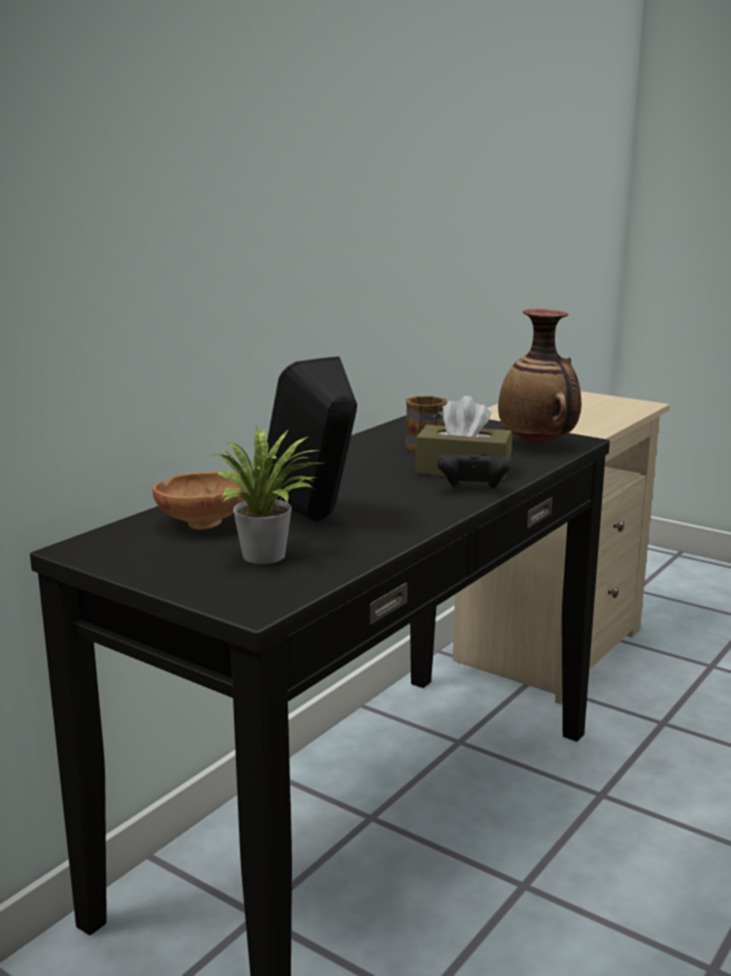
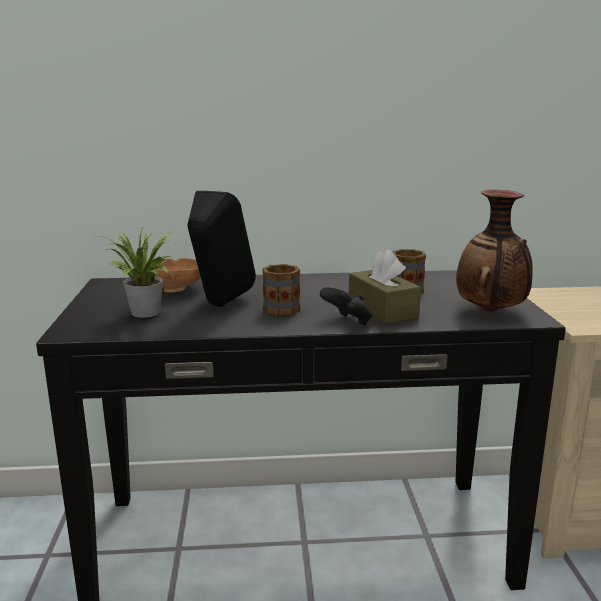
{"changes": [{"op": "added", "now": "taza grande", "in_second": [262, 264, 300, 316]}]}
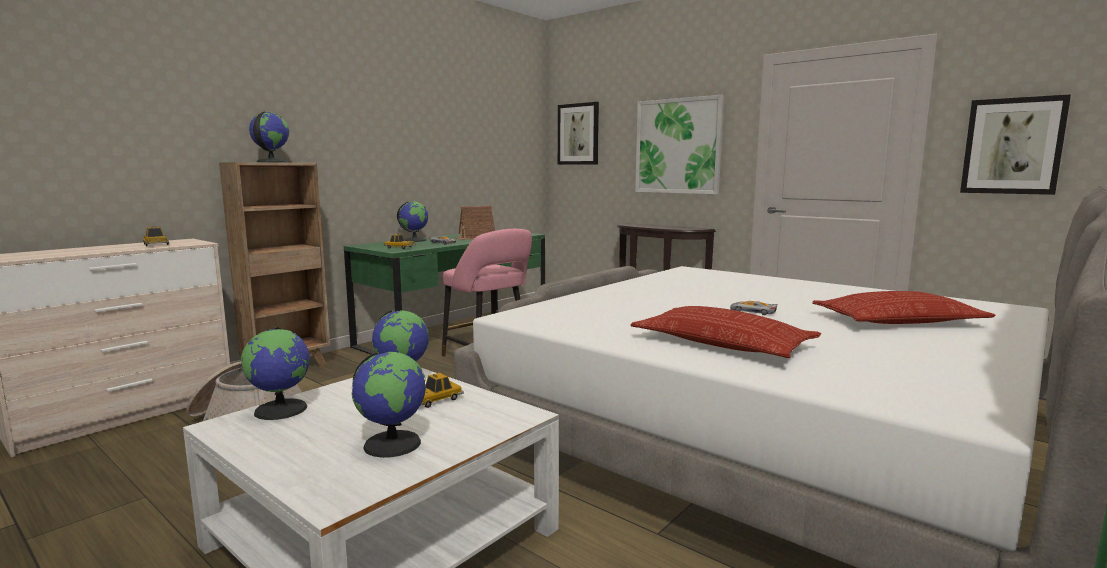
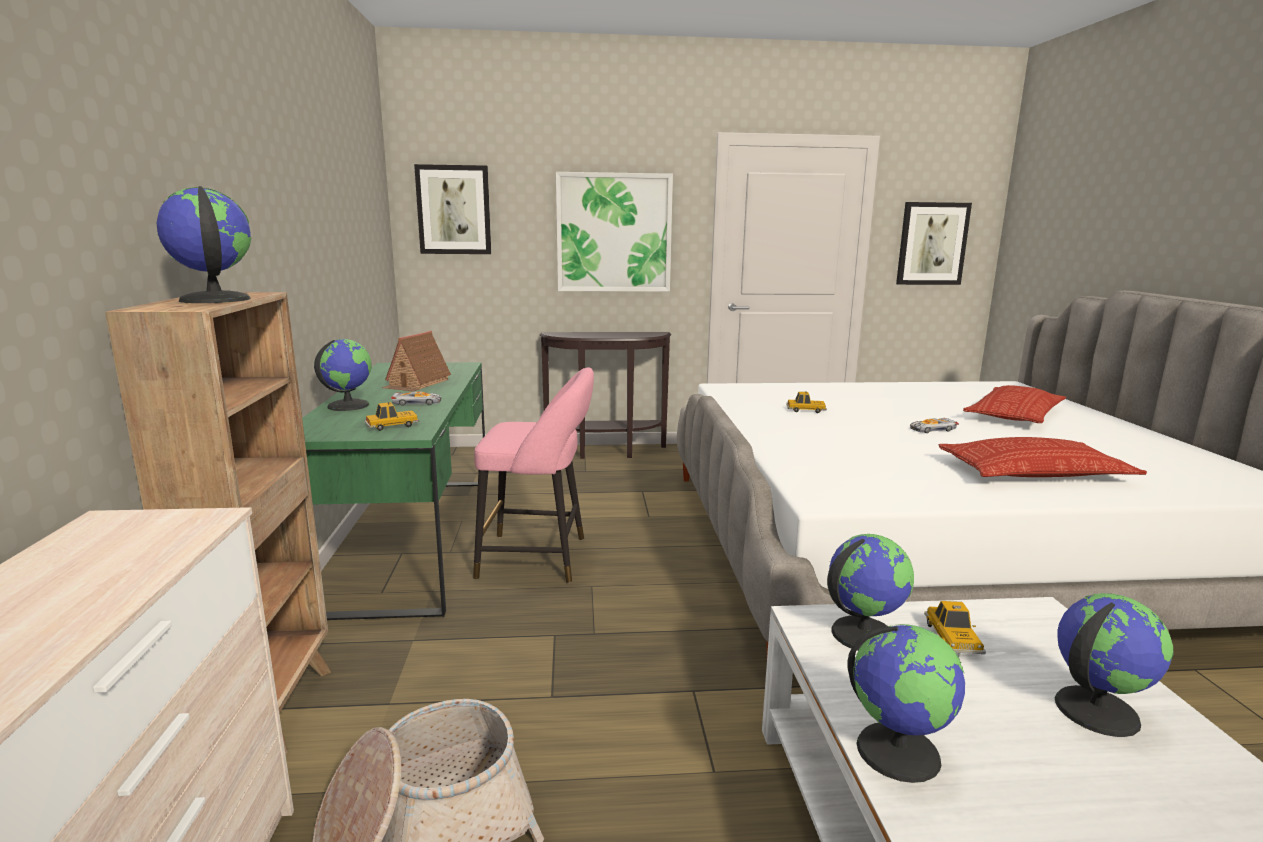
{"changes": [{"op": "moved", "was": "coche de juguete", "in_first": [143, 226, 169, 246], "in_second": [786, 391, 827, 413]}]}
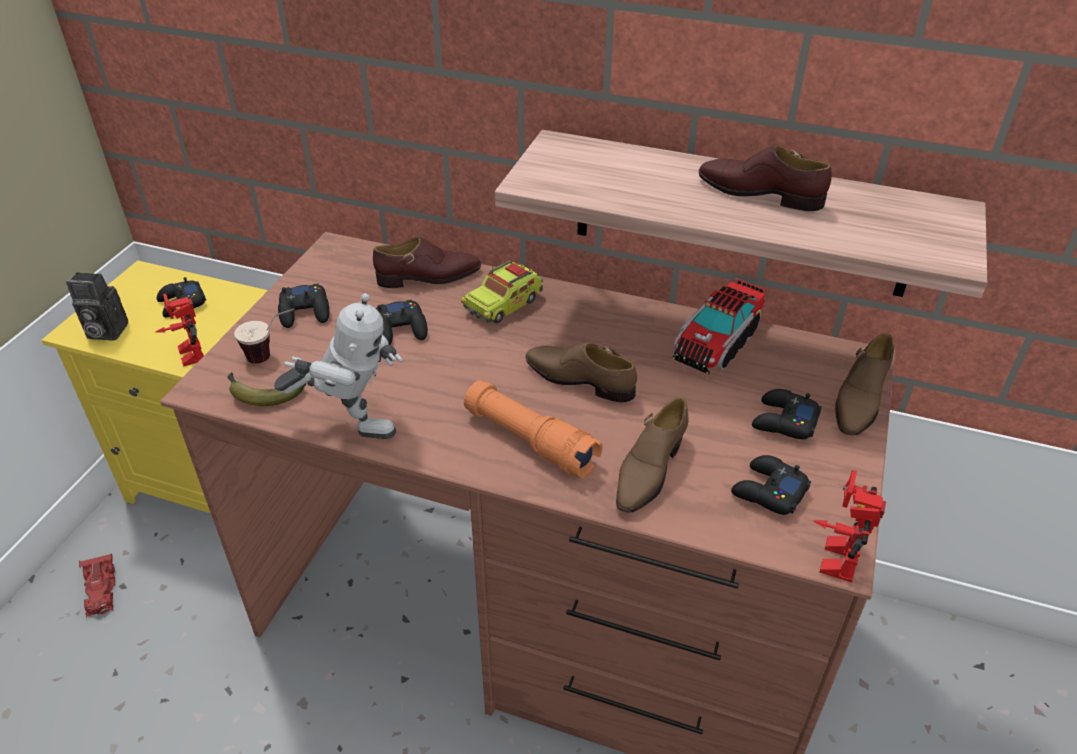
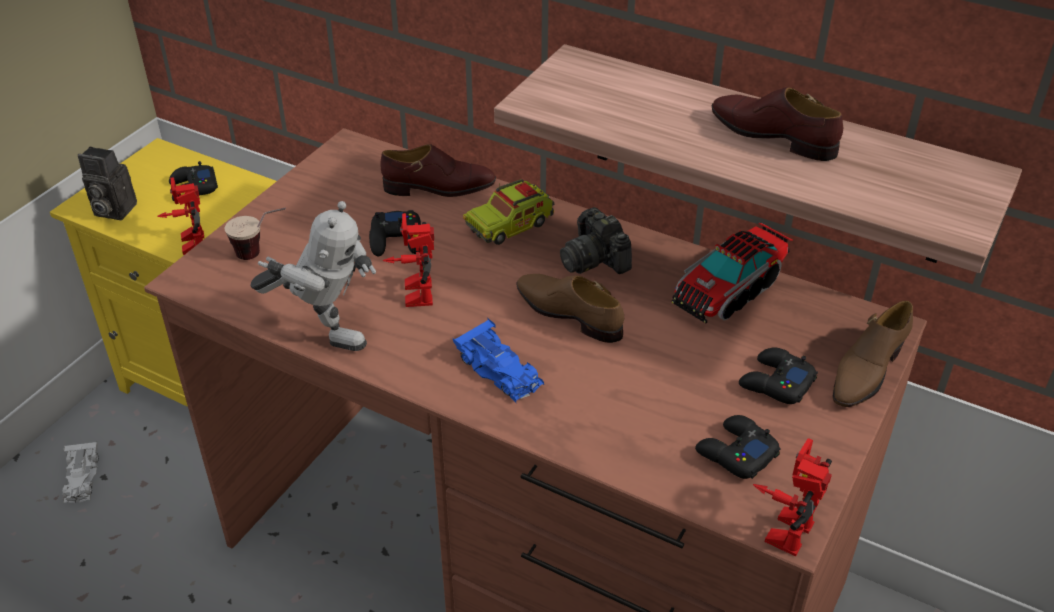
{"changes": [{"op": "removed", "was": "mando de consola [negro]", "in_first": [278, 284, 329, 328]}, {"op": "removed", "was": "plátano", "in_first": [228, 372, 306, 406]}, {"op": "replaced", "was": "linterna [naranja]", "now": "coche de juguete [azul]", "in_first": [464, 380, 603, 478], "in_second": [453, 318, 544, 402]}, {"op": "removed", "was": "zapato [marrón]", "in_first": [616, 397, 688, 513]}, {"op": "recoloured", "was": "coche de juguete [rojo]", "now": "coche de juguete [blanco]", "in_first": [79, 553, 115, 617], "in_second": [63, 442, 99, 503]}, {"op": "added", "now": "cámara", "in_second": [560, 207, 632, 274]}, {"op": "added", "now": "robot de juguete", "in_second": [383, 213, 434, 307]}]}
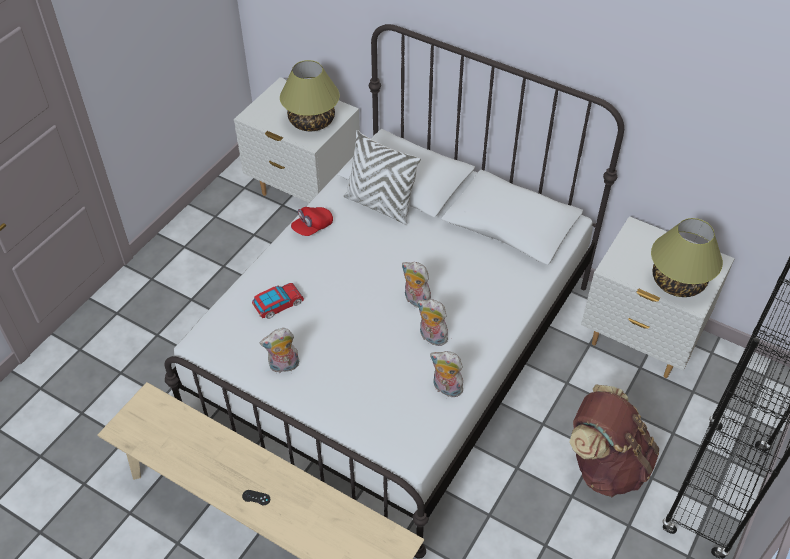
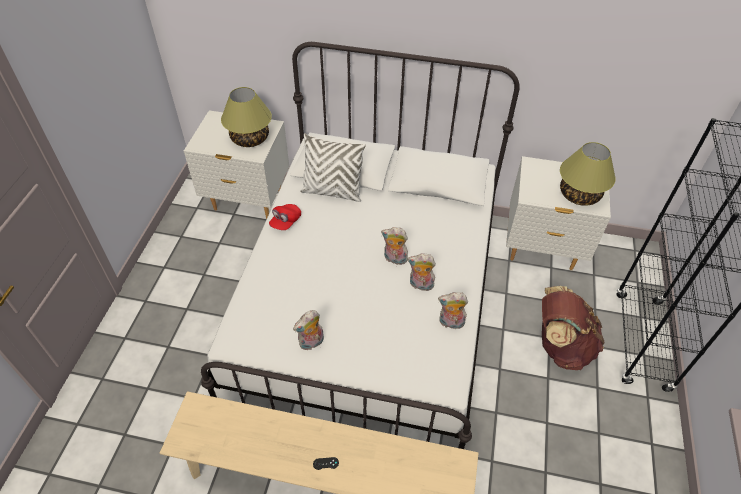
{"changes": [{"op": "removed", "was": "coche de juguete", "in_first": [252, 283, 304, 319]}]}
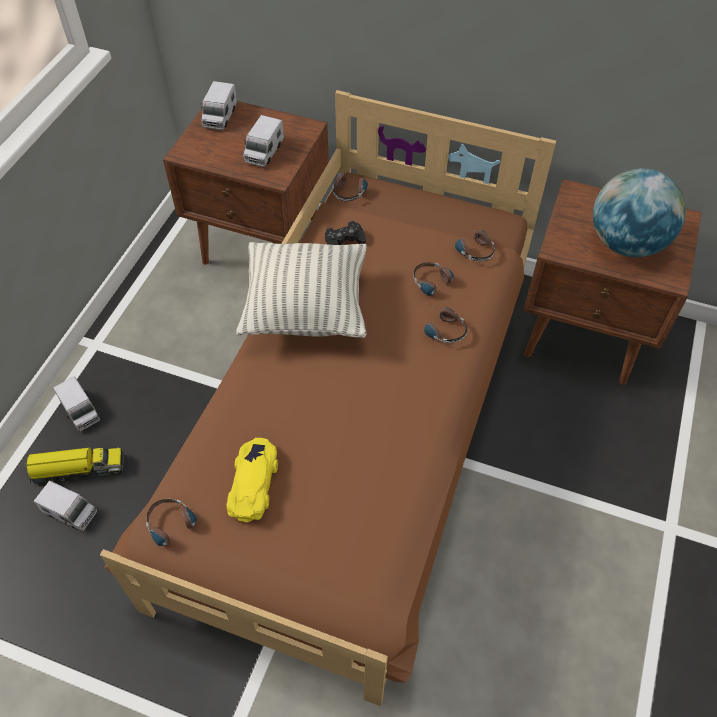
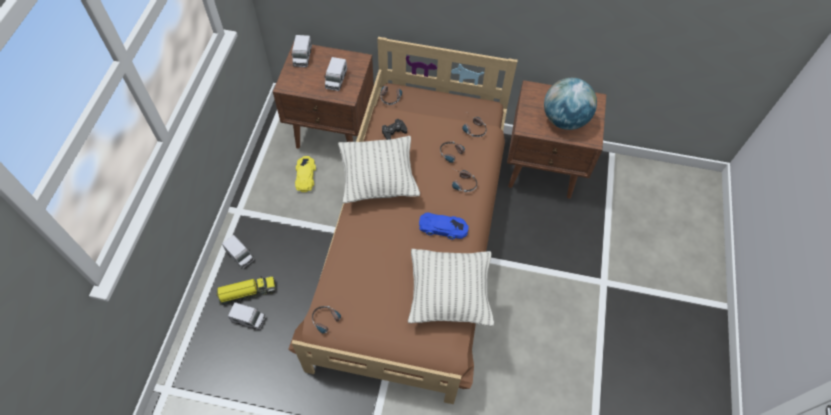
{"changes": [{"op": "moved", "was": "coche de juguete [amarillo]", "in_first": [227, 438, 278, 522], "in_second": [295, 156, 316, 192]}, {"op": "added", "now": "coche de juguete [azul]", "in_second": [419, 212, 469, 239]}, {"op": "added", "now": "cojín", "in_second": [408, 249, 494, 326]}]}
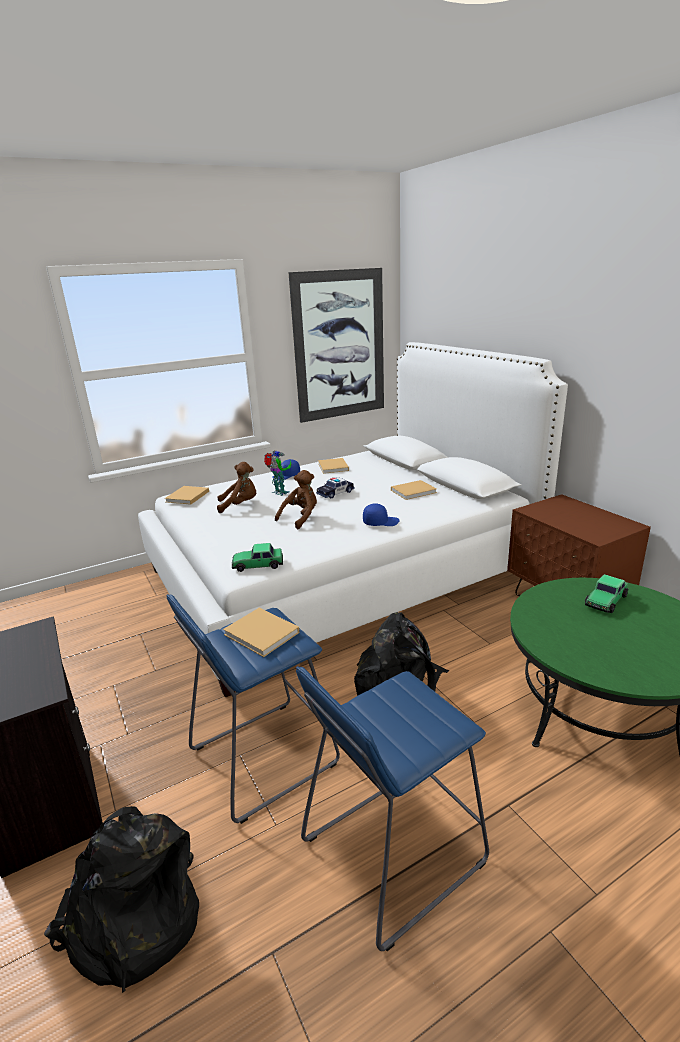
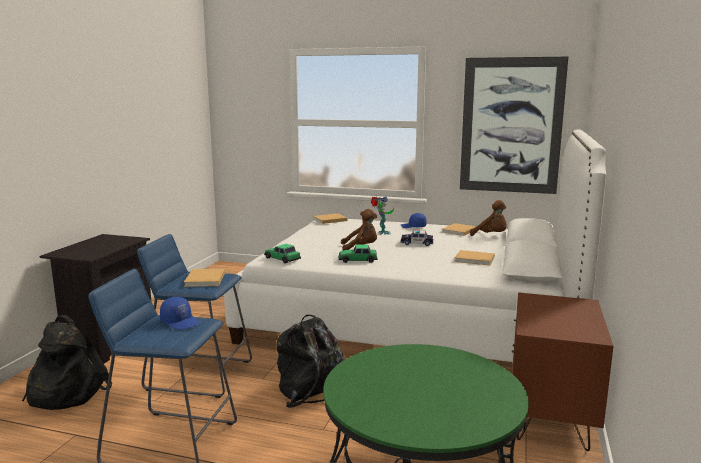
{"changes": [{"op": "moved", "was": "peluche [marrón]", "in_first": [217, 462, 256, 513], "in_second": [470, 200, 506, 236]}, {"op": "moved", "was": "gorra [azul]", "in_first": [363, 503, 400, 526], "in_second": [160, 297, 200, 330]}, {"op": "moved", "was": "coche de juguete", "in_first": [585, 574, 629, 613], "in_second": [339, 244, 377, 263]}]}
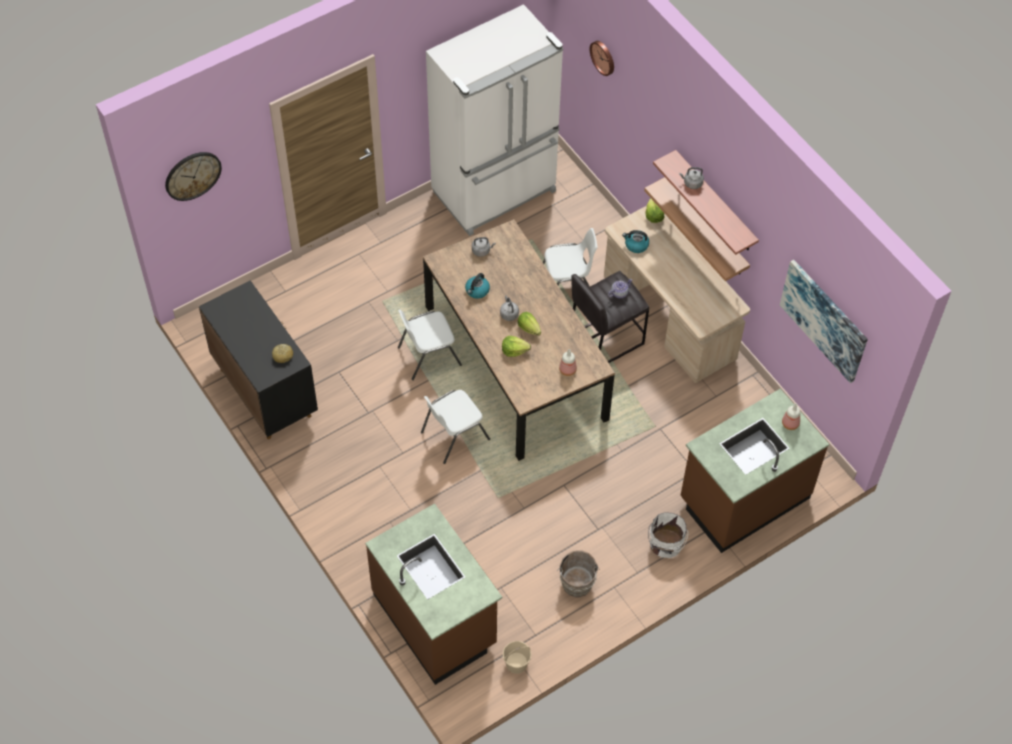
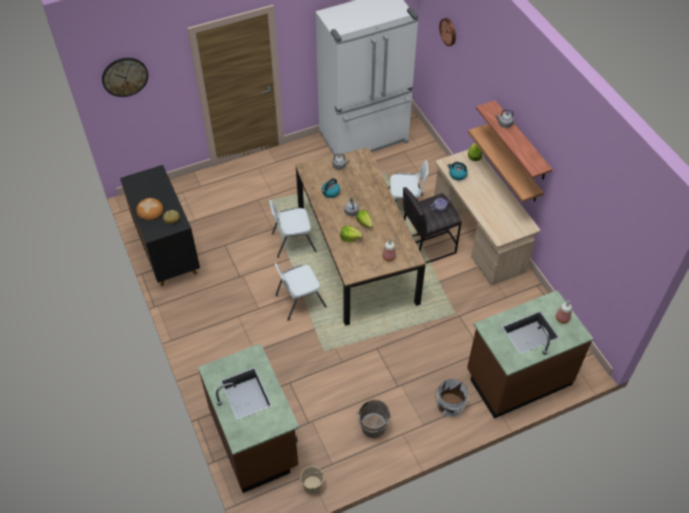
{"changes": [{"op": "removed", "was": "cuadro", "in_first": [780, 260, 868, 383]}, {"op": "added", "now": "pan", "in_second": [136, 198, 163, 220]}]}
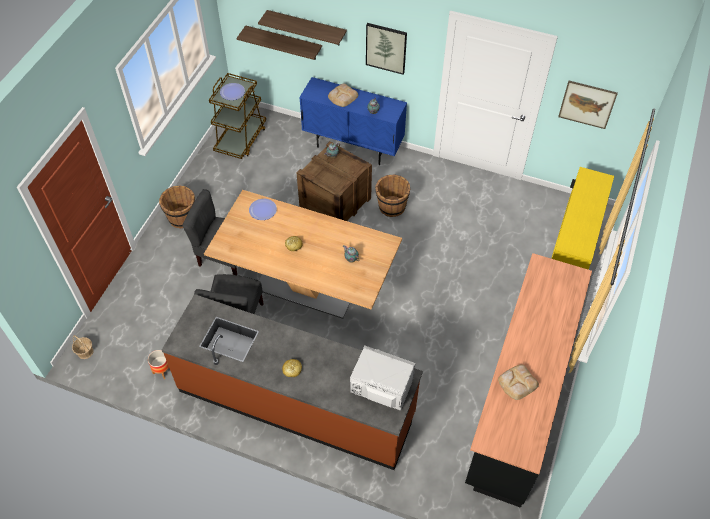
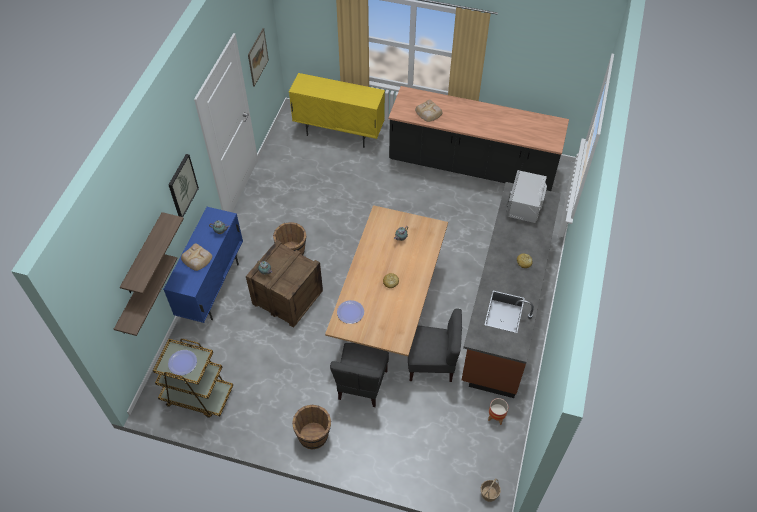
{"changes": [{"op": "moved", "was": "pan", "in_first": [498, 365, 539, 400], "in_second": [415, 100, 443, 122]}]}
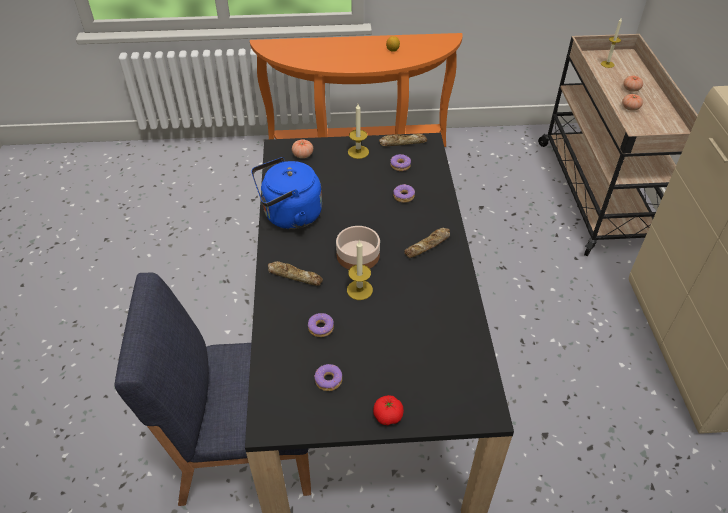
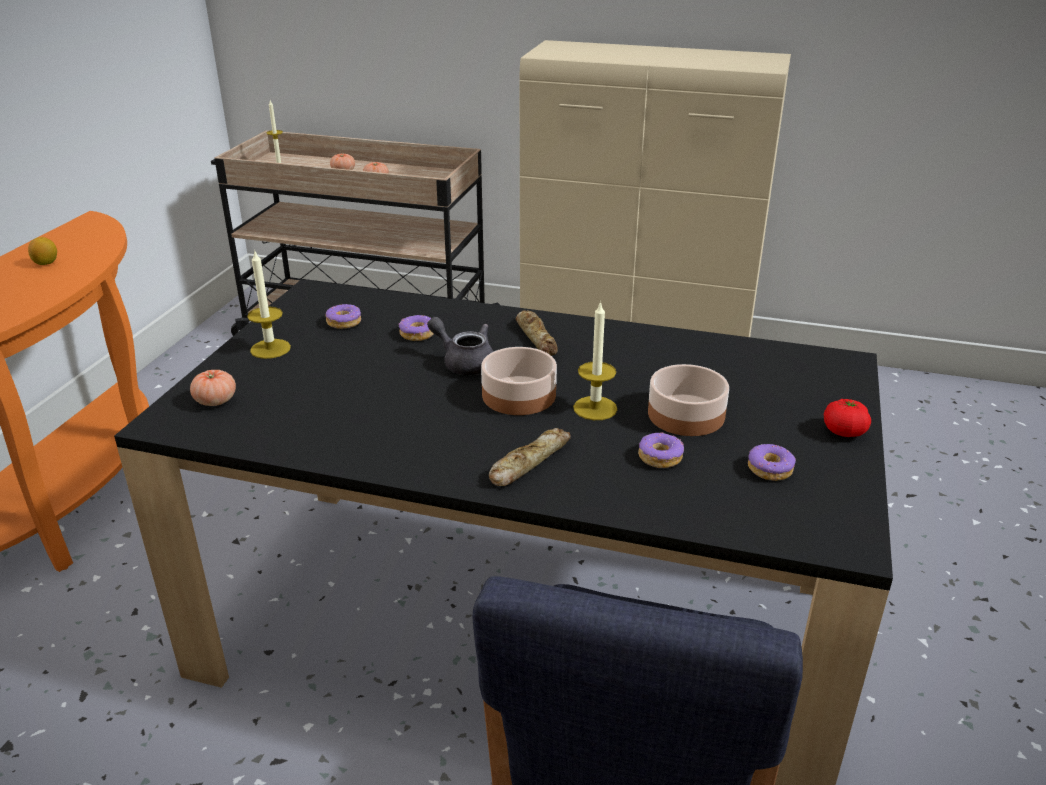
{"changes": [{"op": "removed", "was": "pan", "in_first": [379, 134, 427, 146]}, {"op": "removed", "was": "hervidor [azul]", "in_first": [251, 157, 322, 229]}, {"op": "added", "now": "tetera [gris]", "in_second": [427, 317, 494, 375]}, {"op": "added", "now": "cuenco", "in_second": [648, 364, 729, 436]}]}
